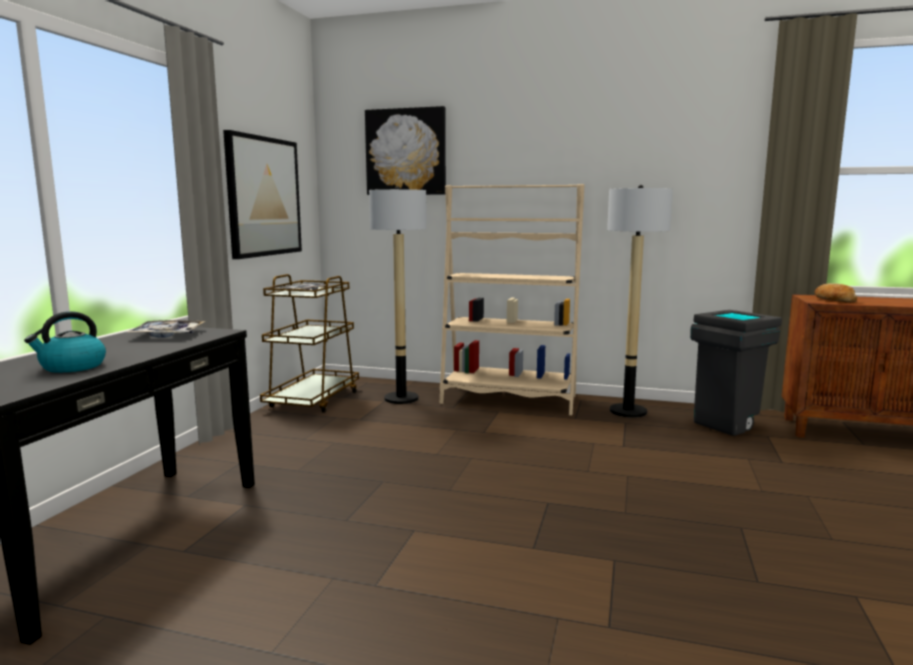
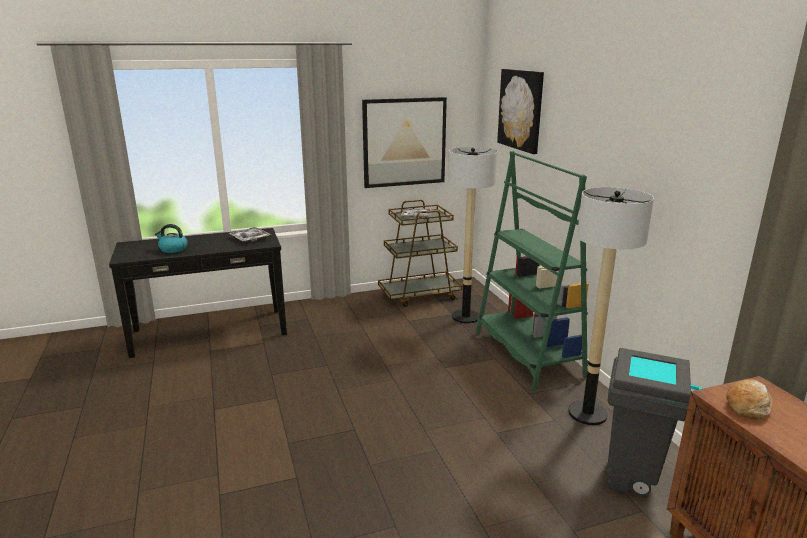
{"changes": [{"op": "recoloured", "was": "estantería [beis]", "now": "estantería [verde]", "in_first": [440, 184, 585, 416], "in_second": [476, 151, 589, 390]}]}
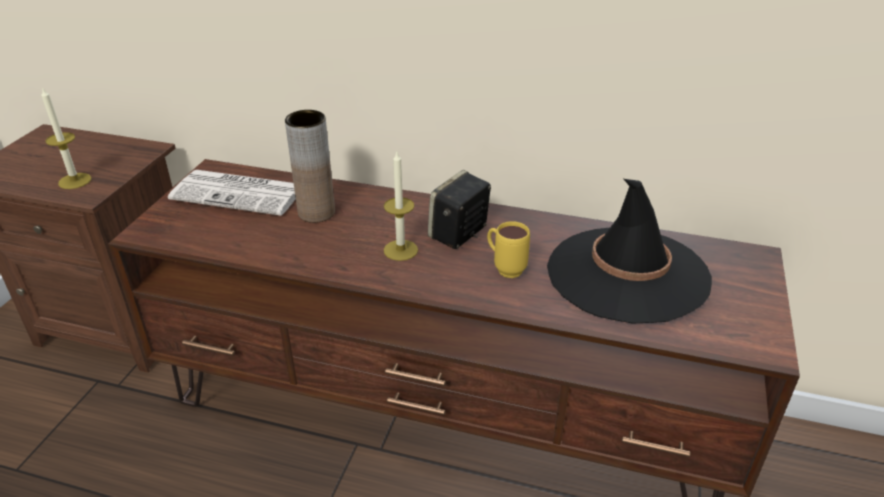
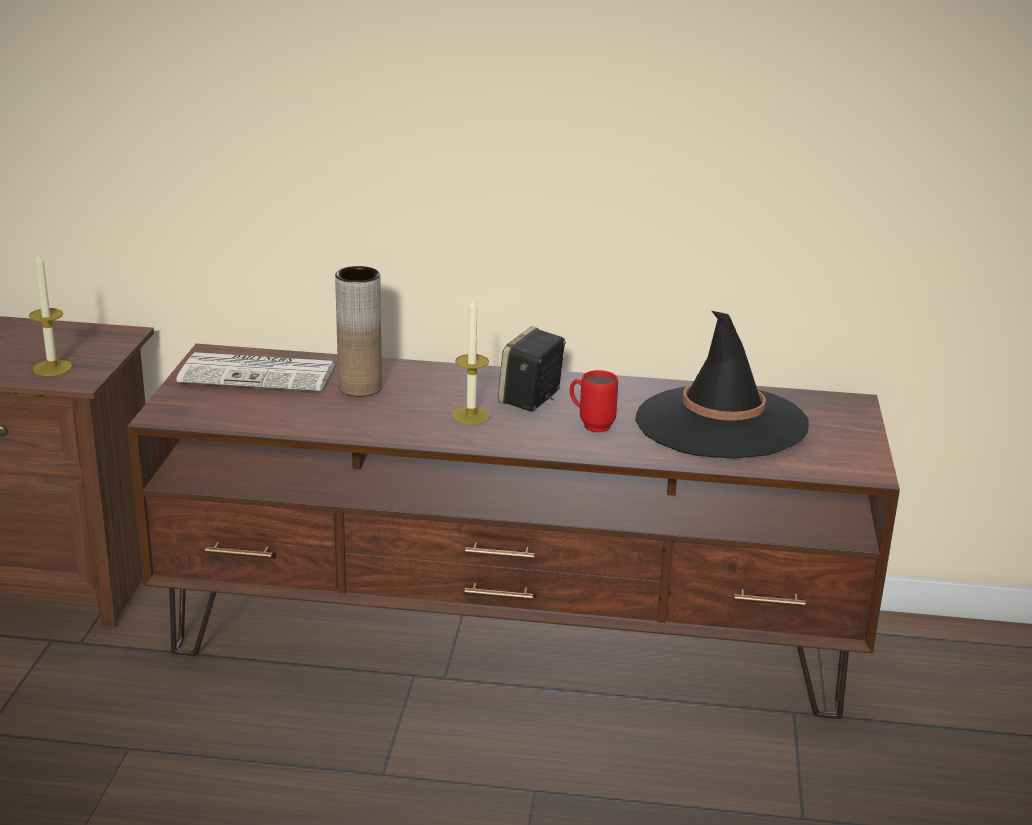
{"changes": [{"op": "recoloured", "was": "taza grande [amarillo]", "now": "taza grande [rojo]", "in_first": [487, 221, 530, 278], "in_second": [570, 370, 618, 432]}]}
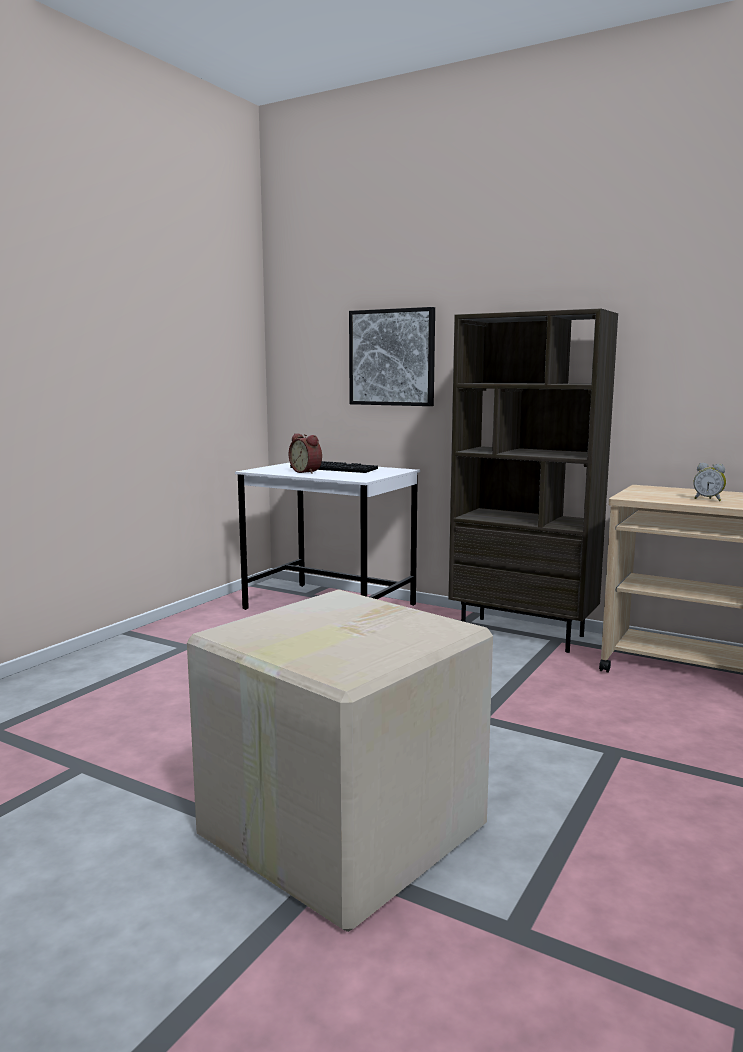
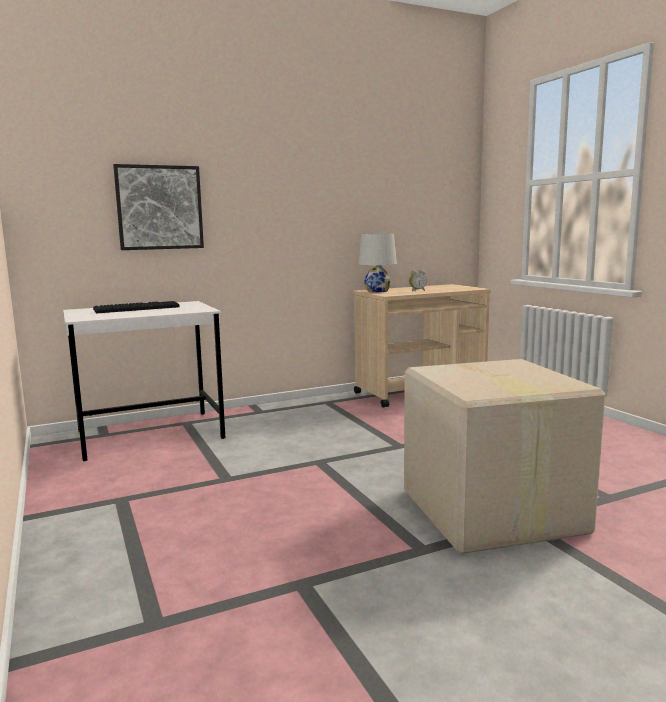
{"changes": [{"op": "removed", "was": "estantería [marrón]", "in_first": [448, 308, 618, 653]}, {"op": "removed", "was": "despertador", "in_first": [289, 433, 322, 474]}, {"op": "added", "now": "lámpara de mesa [blanco]", "in_second": [358, 234, 397, 292]}]}
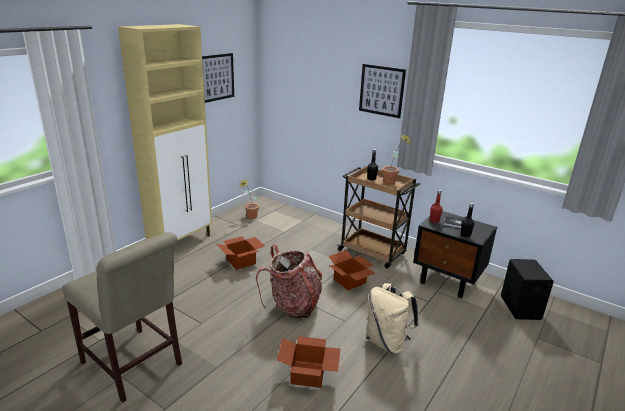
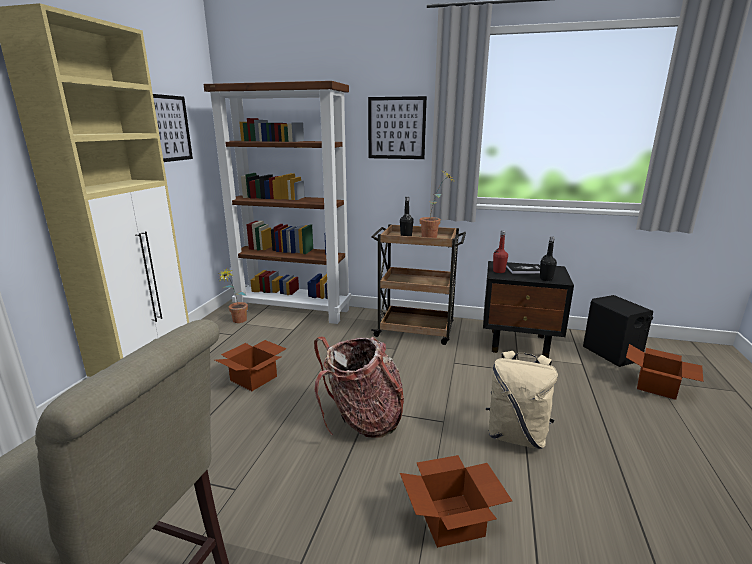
{"changes": [{"op": "moved", "was": "caja de cartón", "in_first": [328, 250, 375, 291], "in_second": [626, 344, 704, 400]}, {"op": "added", "now": "estantería [marrón]", "in_second": [203, 81, 351, 324]}]}
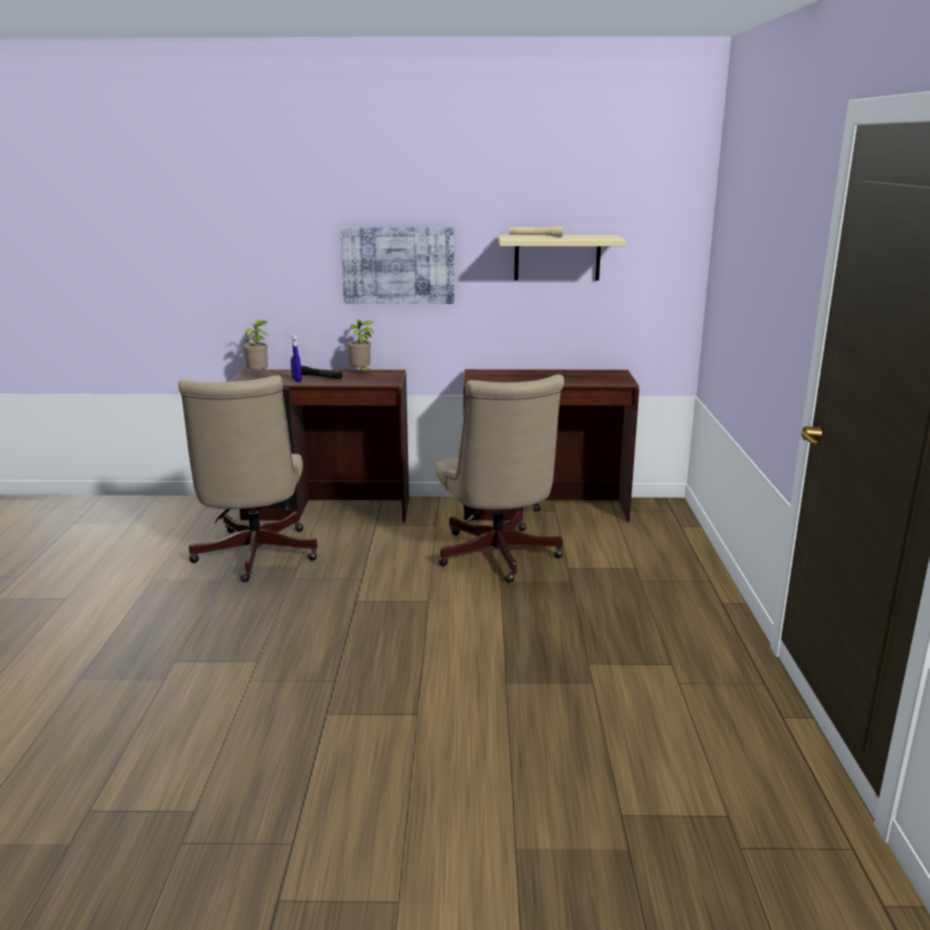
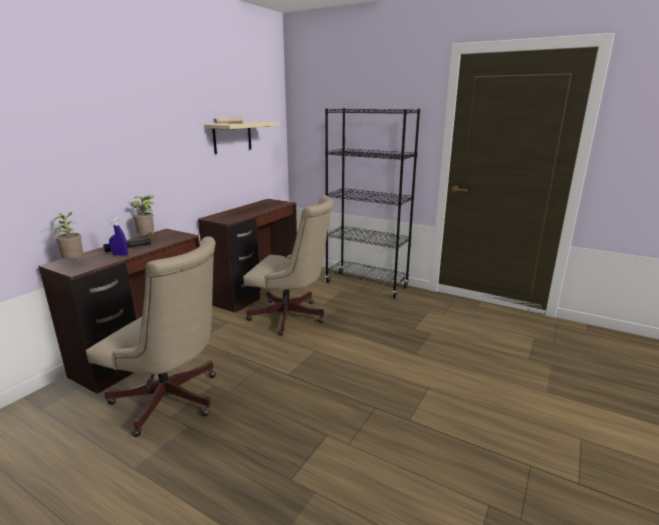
{"changes": [{"op": "removed", "was": "cuadro", "in_first": [340, 227, 454, 304]}, {"op": "added", "now": "estantería [negro]", "in_second": [325, 108, 420, 299]}]}
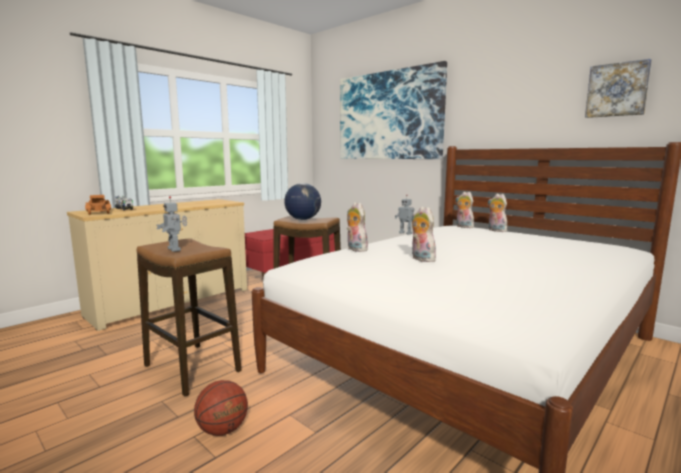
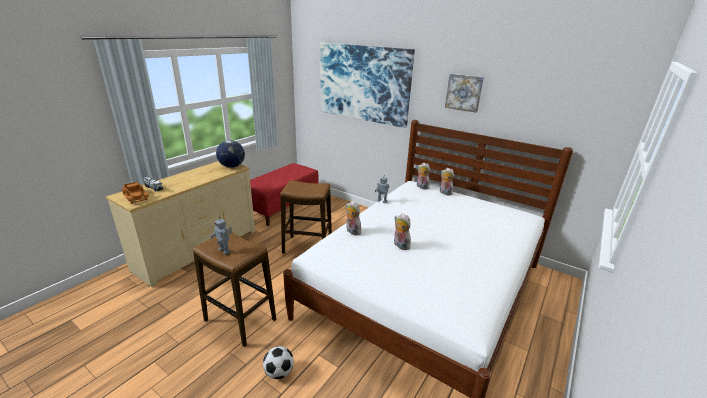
{"changes": [{"op": "moved", "was": "cuadro", "in_first": [585, 59, 652, 118], "in_second": [445, 74, 484, 113]}, {"op": "moved", "was": "globo terráqueo", "in_first": [284, 183, 321, 220], "in_second": [216, 140, 245, 168]}, {"op": "replaced", "was": "balón de baloncesto", "now": "balón de fútbol", "in_first": [194, 380, 248, 436], "in_second": [263, 346, 294, 379]}]}
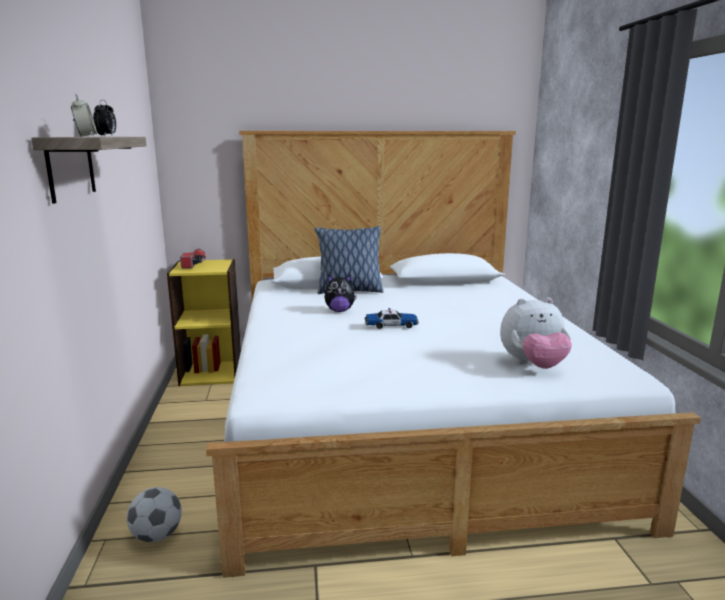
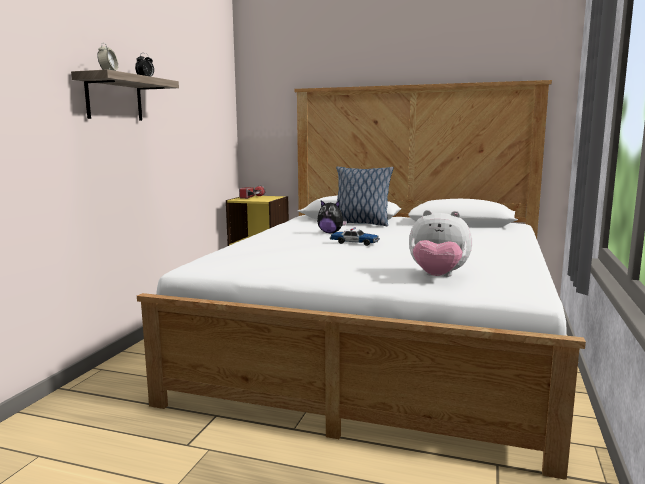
{"changes": [{"op": "removed", "was": "balón de fútbol", "in_first": [127, 487, 182, 542]}]}
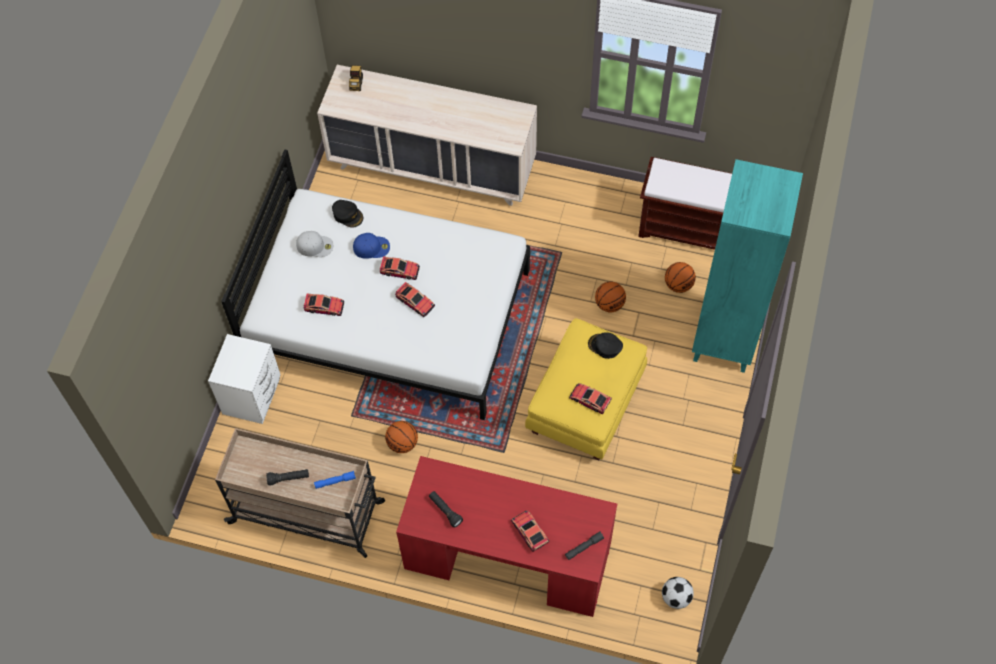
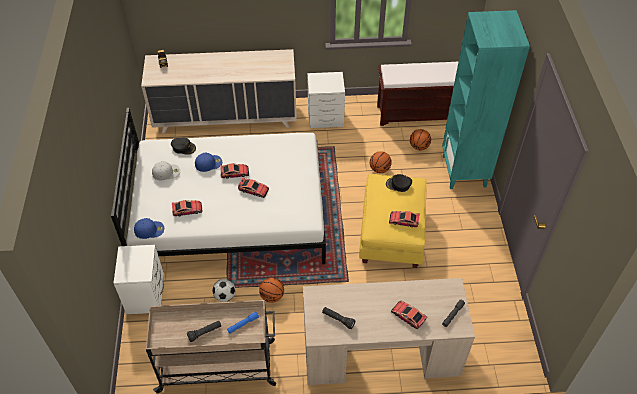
{"changes": [{"op": "recoloured", "was": "escritorio [rojo]", "now": "escritorio [beis]", "in_first": [396, 456, 617, 617], "in_second": [303, 278, 475, 385]}, {"op": "moved", "was": "balón de fútbol", "in_first": [662, 577, 694, 609], "in_second": [212, 279, 236, 302]}, {"op": "added", "now": "mesita de noche [blanco]", "in_second": [307, 72, 345, 128]}, {"op": "added", "now": "gorra [azul]", "in_second": [134, 218, 164, 239]}]}
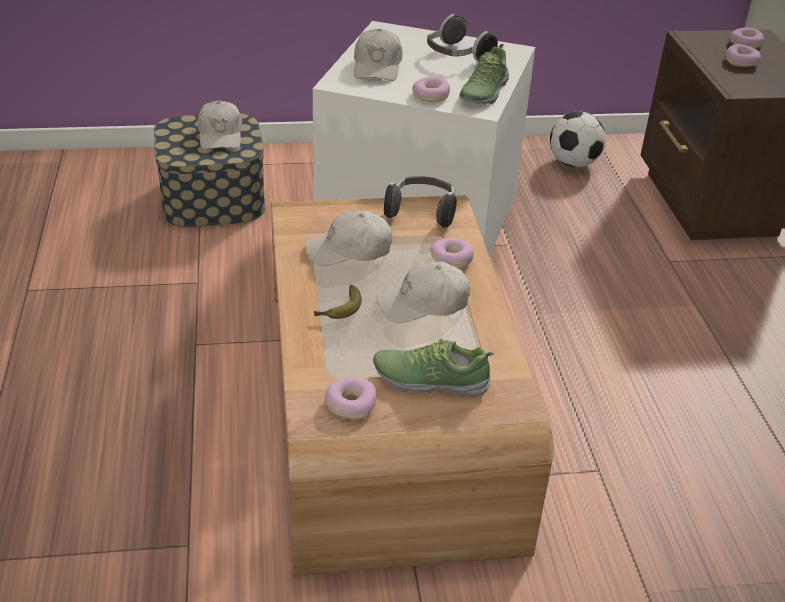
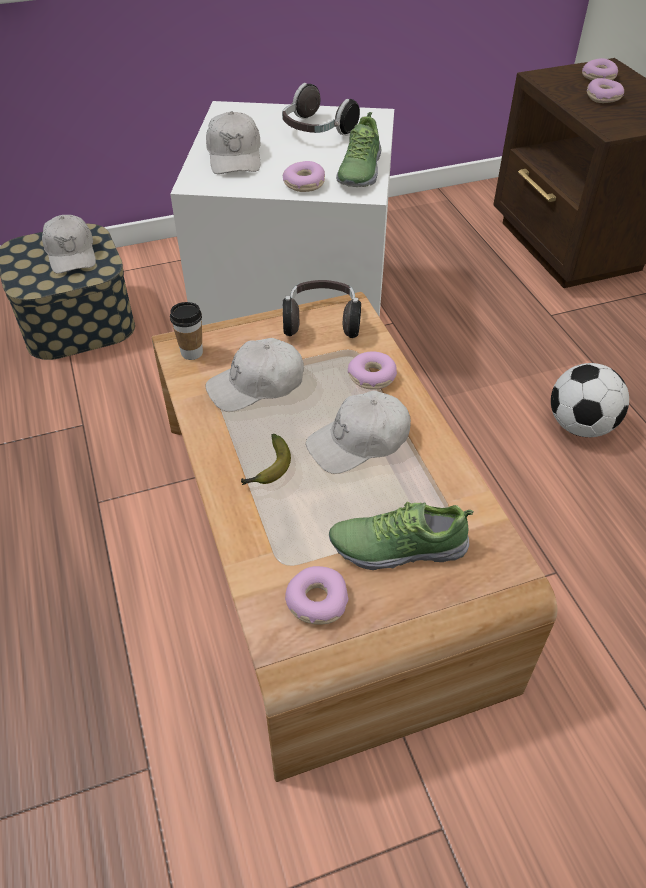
{"changes": [{"op": "moved", "was": "balón de fútbol", "in_first": [550, 112, 606, 167], "in_second": [551, 363, 629, 437]}, {"op": "added", "now": "taza", "in_second": [170, 302, 203, 360]}]}
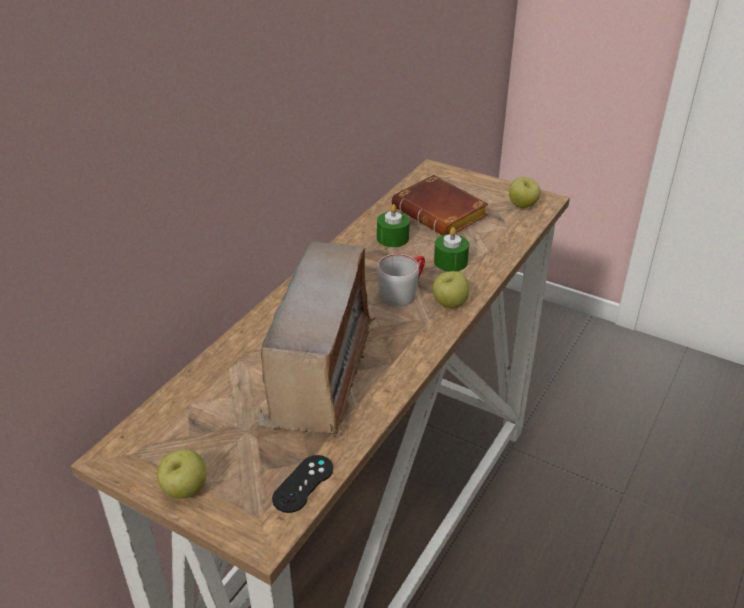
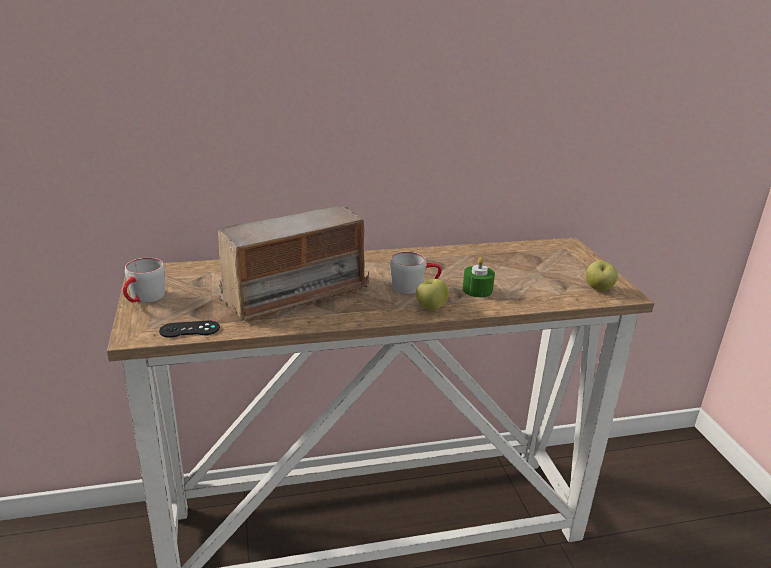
{"changes": [{"op": "removed", "was": "libro [marrón]", "in_first": [391, 175, 488, 235]}, {"op": "removed", "was": "vela [verde]", "in_first": [377, 204, 410, 247]}, {"op": "replaced", "was": "manzana", "now": "taza grande [gris]", "in_first": [157, 449, 207, 499], "in_second": [123, 258, 165, 303]}]}
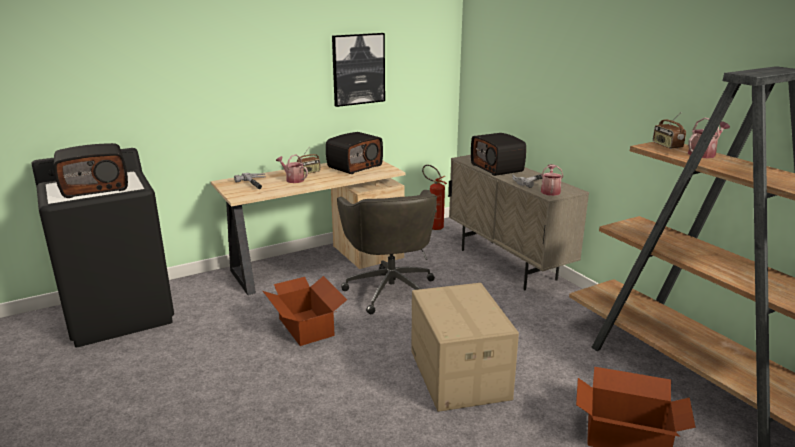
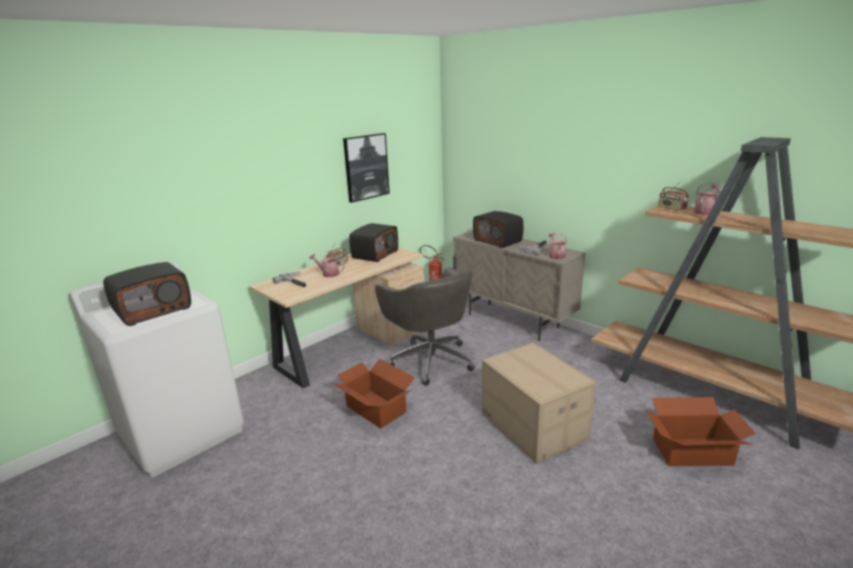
{"changes": [{"op": "recoloured", "was": "lavadora [negro]", "now": "lavadora [blanco]", "in_first": [31, 148, 174, 347], "in_second": [69, 264, 244, 478]}]}
